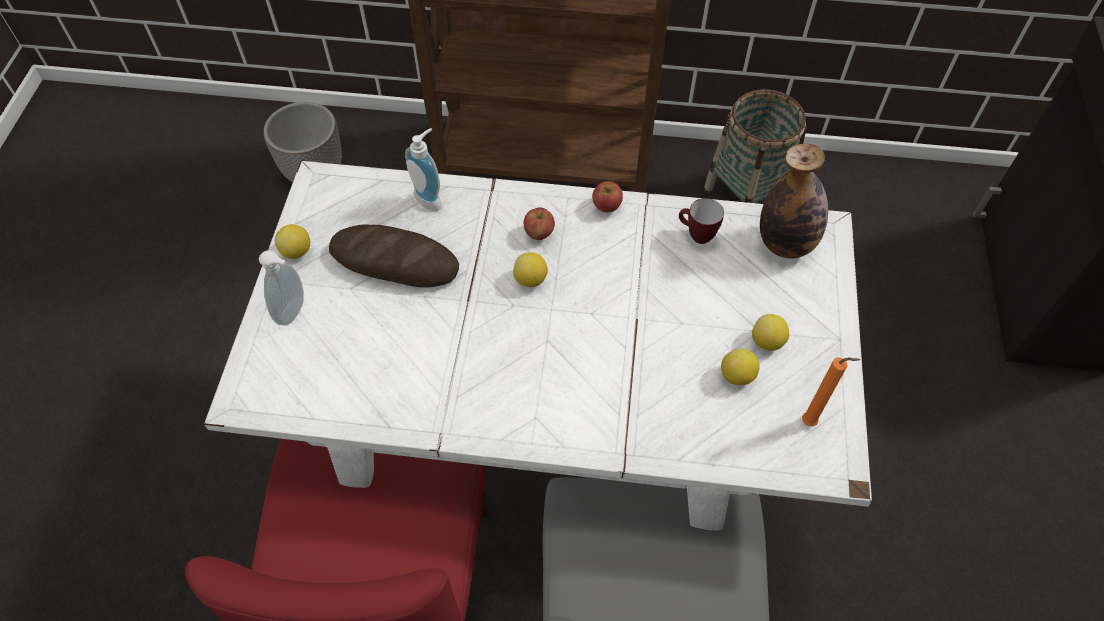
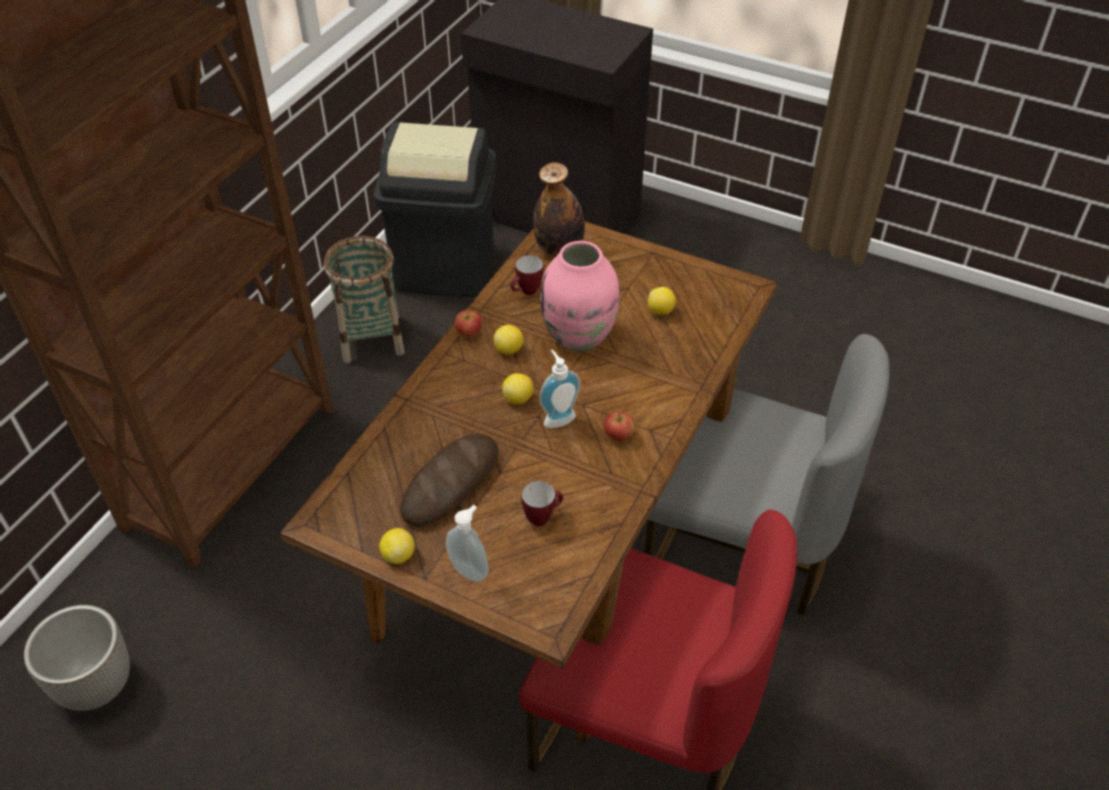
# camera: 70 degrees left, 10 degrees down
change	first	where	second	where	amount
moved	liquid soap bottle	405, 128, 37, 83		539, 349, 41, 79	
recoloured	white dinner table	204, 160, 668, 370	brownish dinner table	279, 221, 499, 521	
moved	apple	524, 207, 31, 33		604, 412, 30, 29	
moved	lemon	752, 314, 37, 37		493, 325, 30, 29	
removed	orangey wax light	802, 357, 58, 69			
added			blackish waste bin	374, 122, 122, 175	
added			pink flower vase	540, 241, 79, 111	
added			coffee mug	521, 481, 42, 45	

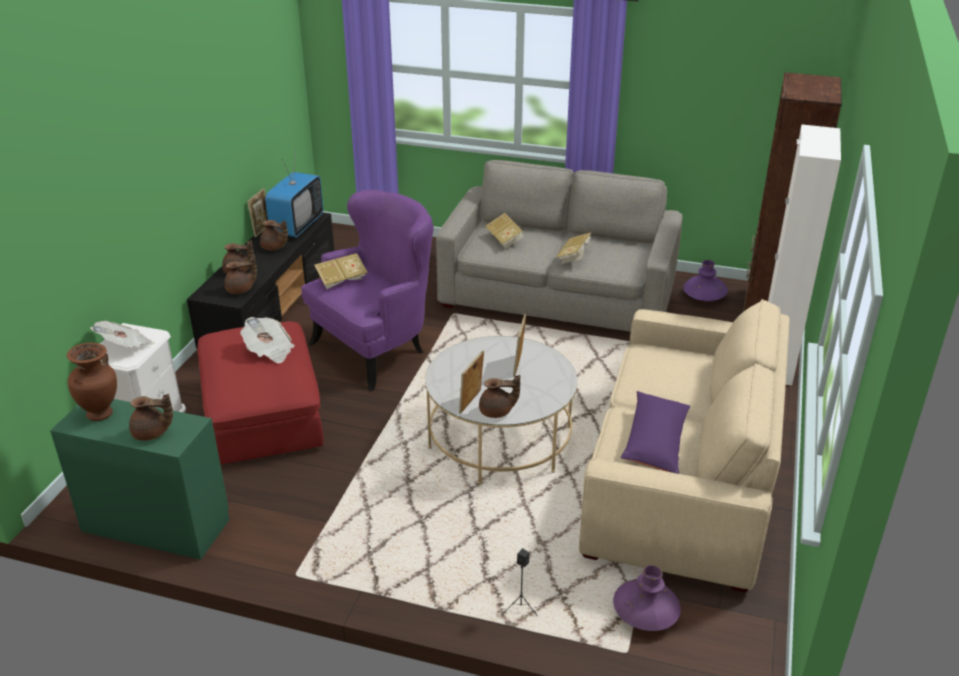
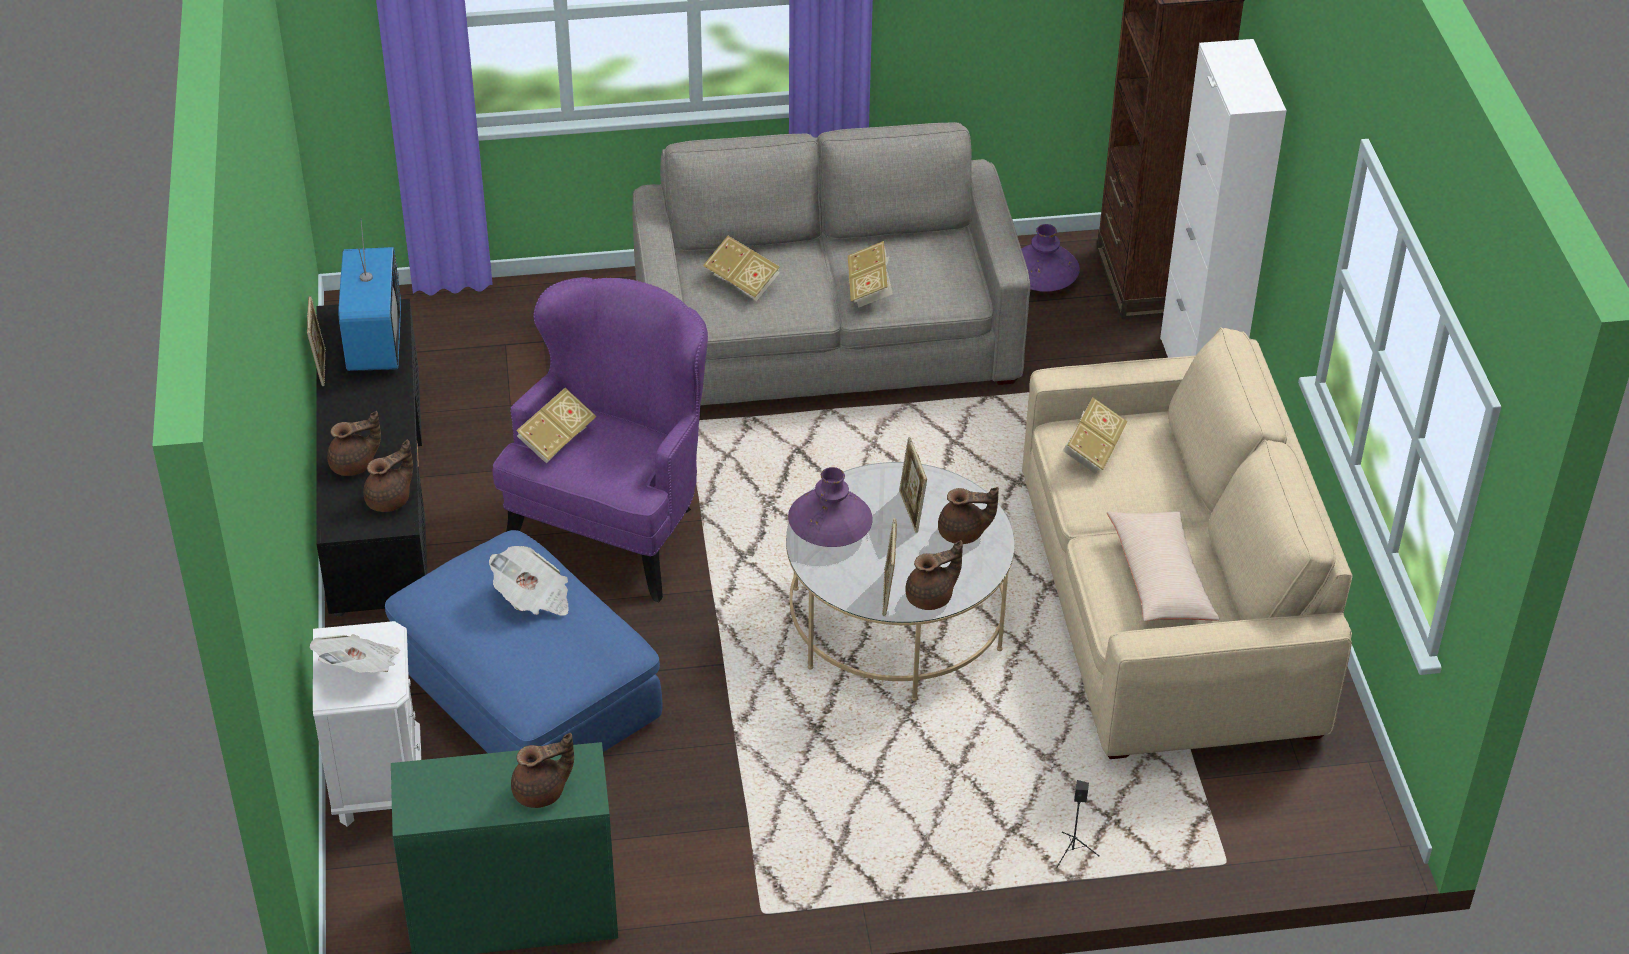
# camera: 25 degrees left, 10 degrees up
change	first	where	second	where	amount
moved	brownish tea pot	260, 220, 28, 30		938, 487, 61, 57	
recoloured	red-coloured ottoman	198, 321, 126, 144	blue-coloured ottoman	385, 530, 277, 223	
removed	brownish flower vase	67, 343, 50, 78			
recoloured	purplish cushion	621, 391, 69, 83	sand-coloured cushion	1107, 511, 113, 110	
moved	purplish flower vase	613, 565, 68, 66		788, 467, 85, 80	
added			book	1063, 397, 64, 77	

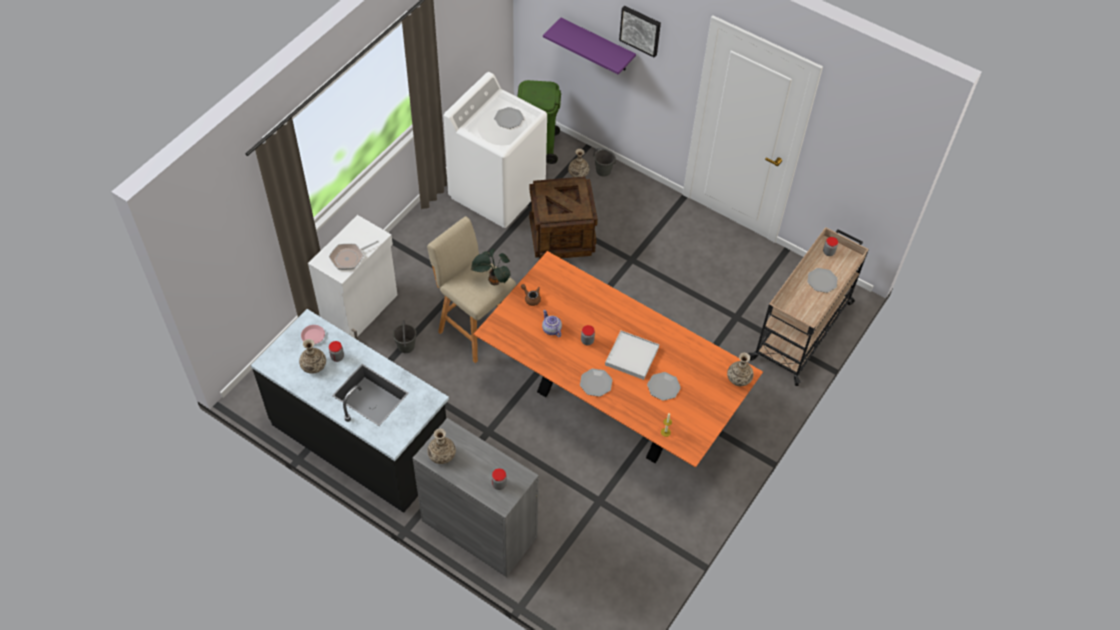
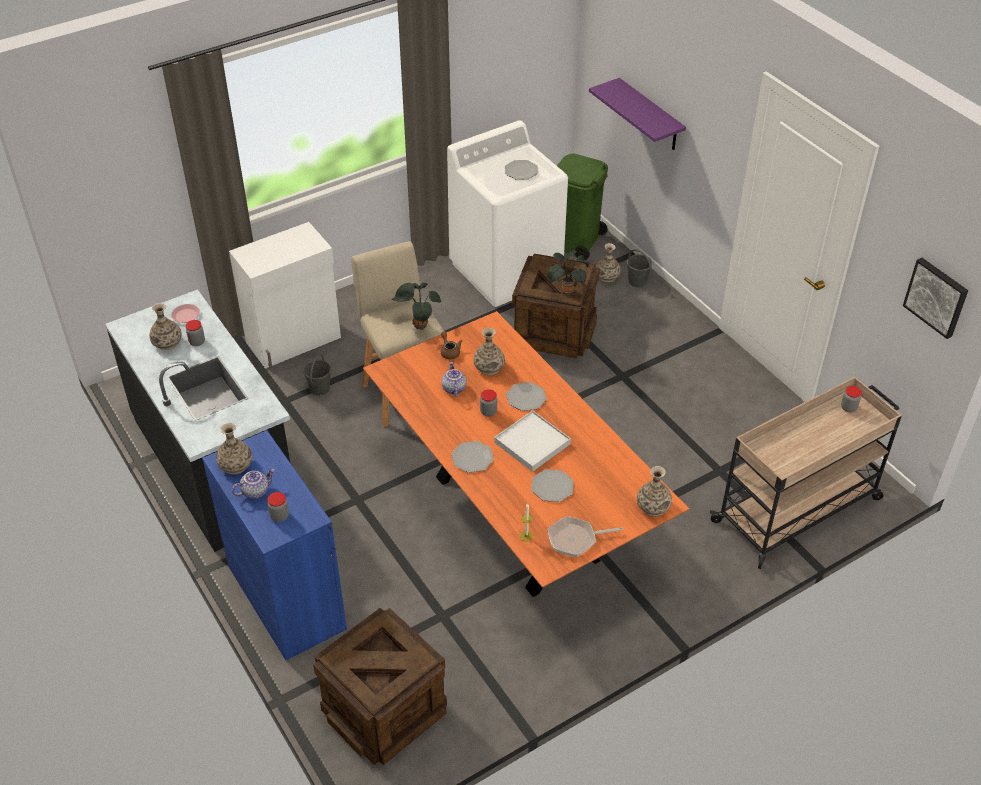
# camera: 25 degrees right, 10 degrees down
change	first	where	second	where	amount
moved	wall picture	619, 6, 42, 51		903, 258, 65, 81	
moved	frying pan	329, 241, 50, 29		548, 516, 75, 41	
moved	flat dish	807, 268, 31, 25		506, 382, 41, 29	
recoloured	gray storage cabinet	413, 418, 126, 159	blue-coloured storage cabinet	202, 430, 145, 230	
added			houseplant	547, 250, 42, 45	
added			flower vase	473, 328, 32, 47	
added			tea pot	232, 469, 43, 30	
added			crate	313, 608, 134, 157	

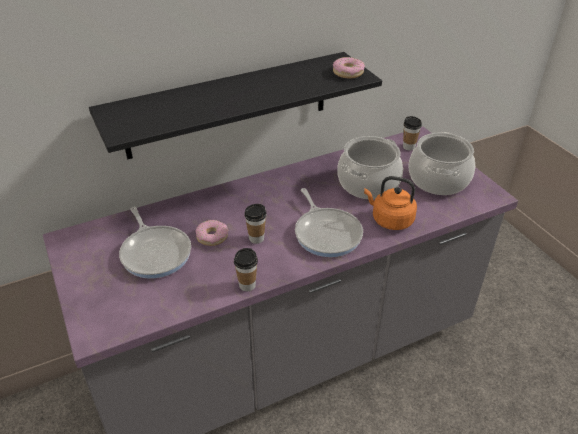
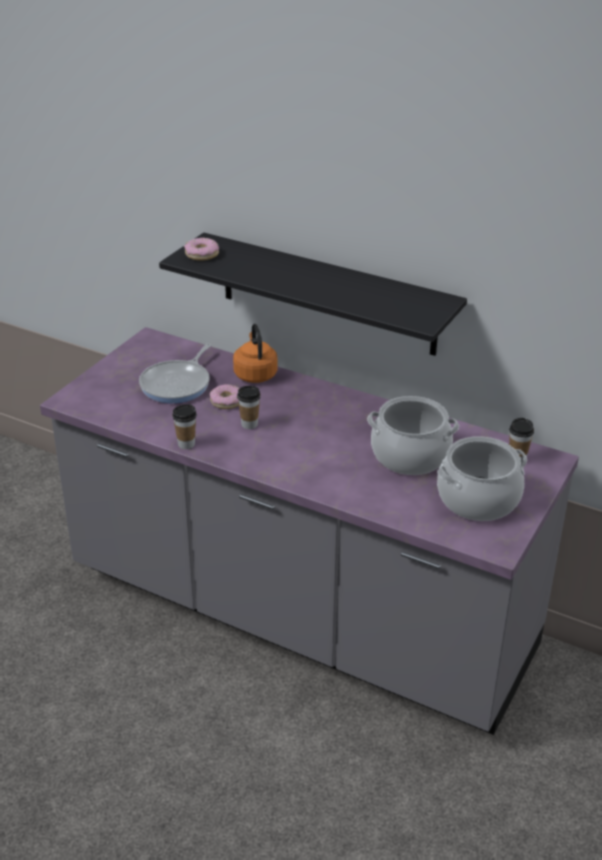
# camera: 55 degrees right, 5 degrees down
change	first	where	second	where	amount
moved	ring doughnut	333, 57, 32, 21		184, 237, 35, 24	
moved	orangey kettle	364, 176, 53, 54		233, 324, 45, 59	
removed	frying pan	295, 188, 68, 69			

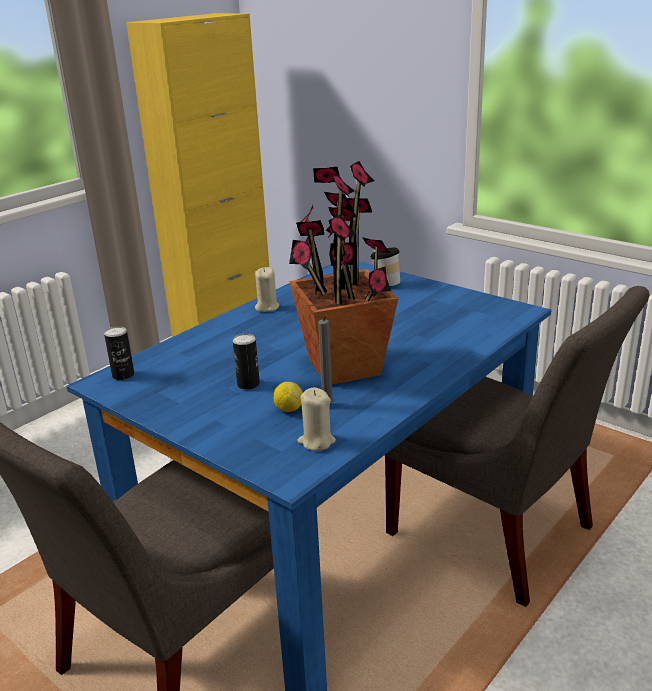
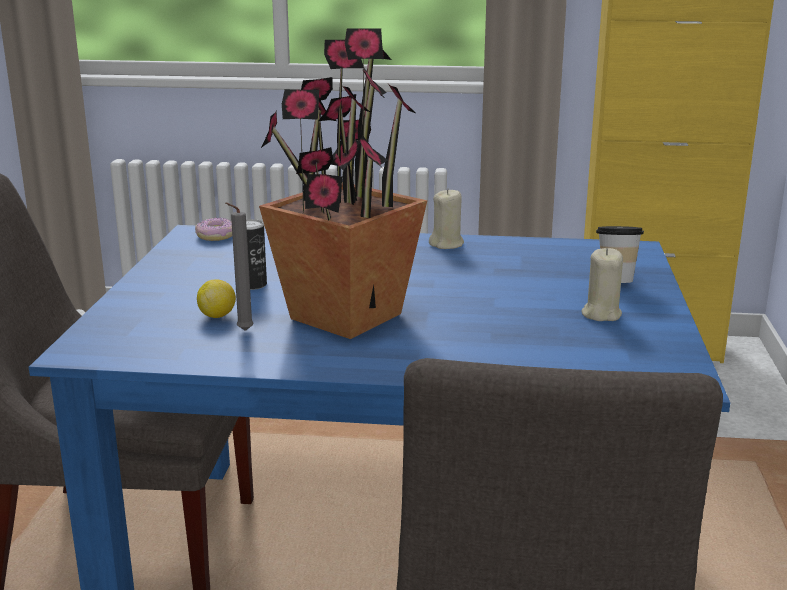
# camera: 55 degrees right, 5 degrees down
change	first	where	second	where	amount
replaced	sealed can	104, 326, 30, 54	ring doughnut	195, 217, 37, 24	
moved	sand-coloured wax light	297, 387, 39, 64		581, 248, 42, 73	

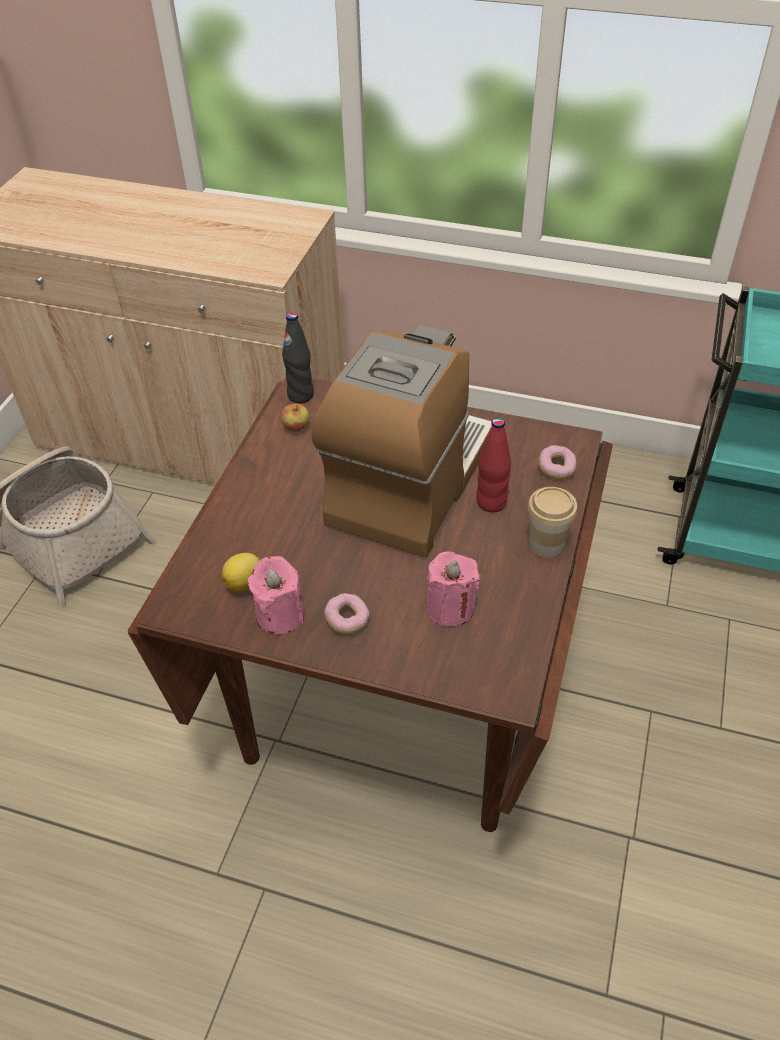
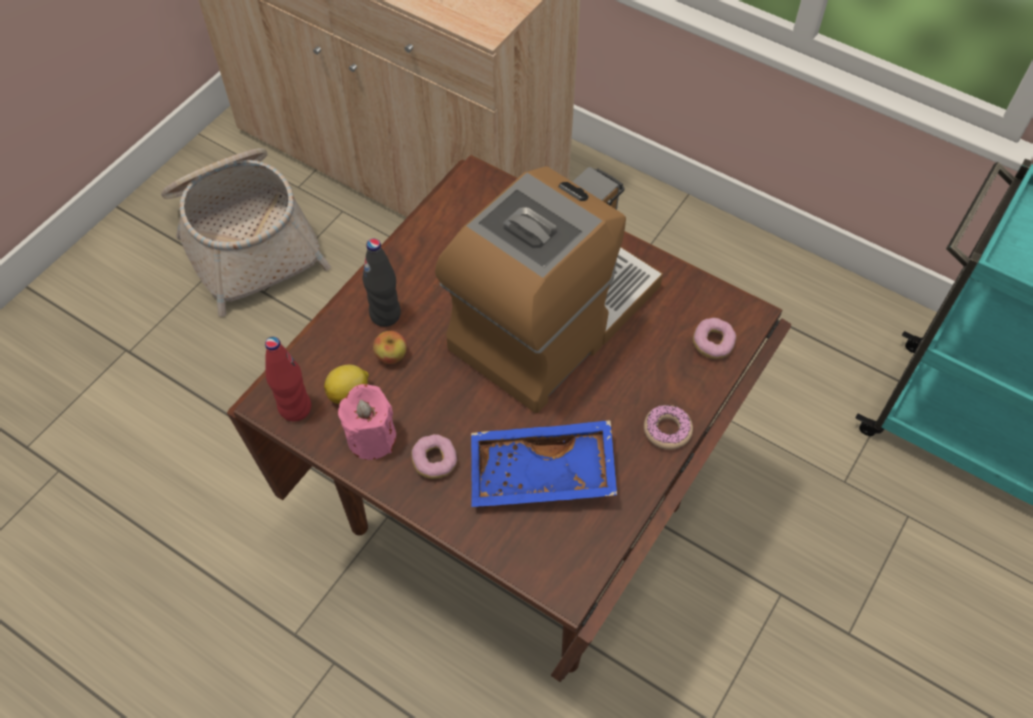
# camera: 15 degrees right, 10 degrees up
change	first	where	second	where	amount
moved	blackish beverage bottle	282, 312, 32, 91		362, 239, 39, 88	
moved	apple	281, 403, 28, 29		373, 331, 34, 33	
moved	red-coloured beverage bottle	476, 418, 35, 94		265, 337, 46, 84	
replaced	small cup	528, 487, 50, 71	ring doughnut	644, 405, 49, 45	
replaced	pink wax light	427, 551, 53, 76	blue-coloured serving tray	471, 420, 146, 87	

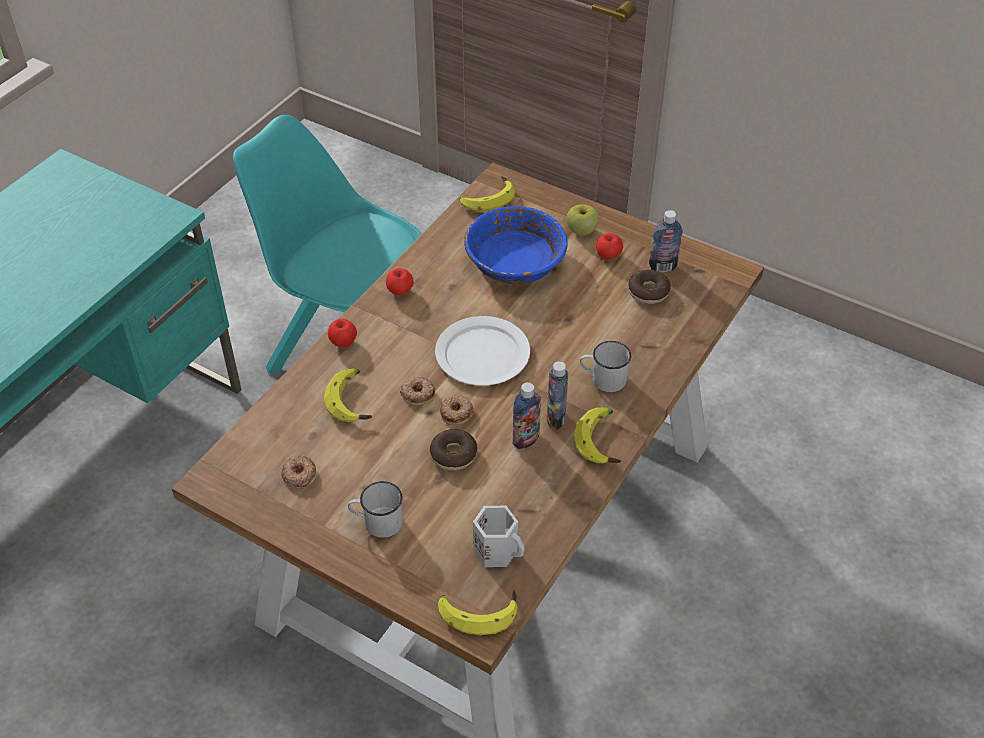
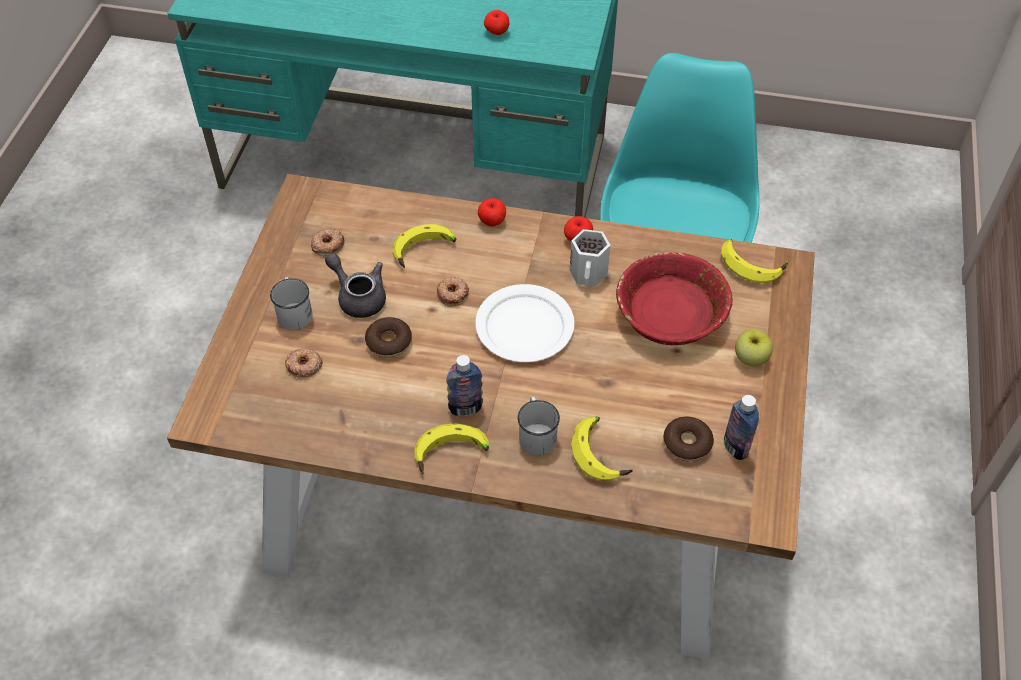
# camera: 70 degrees right, 5 degrees up
change	first	where	second	where	amount
recoloured	blue-coloured serving bowl	464, 206, 104, 78	red-coloured serving bowl	616, 252, 117, 93	
moved	apple	596, 233, 27, 27		484, 10, 25, 25	
removed	beverage bottle	513, 382, 28, 67			
moved	ring doughnut	440, 395, 33, 30		285, 348, 38, 30	
moved	white coffee mug	473, 506, 52, 61		570, 229, 41, 57	
moved	banana fruit	438, 589, 80, 46		571, 417, 62, 64	
added			gray tea pot	325, 253, 61, 65	

